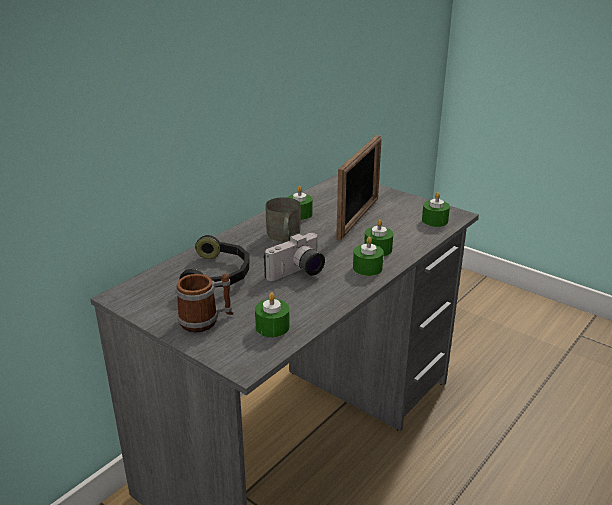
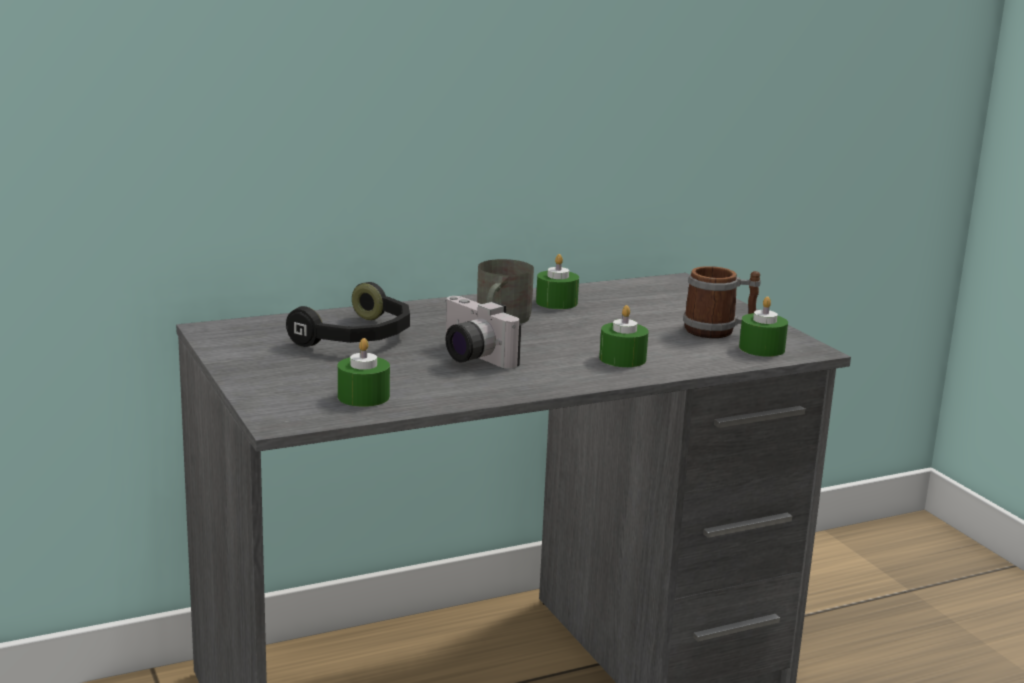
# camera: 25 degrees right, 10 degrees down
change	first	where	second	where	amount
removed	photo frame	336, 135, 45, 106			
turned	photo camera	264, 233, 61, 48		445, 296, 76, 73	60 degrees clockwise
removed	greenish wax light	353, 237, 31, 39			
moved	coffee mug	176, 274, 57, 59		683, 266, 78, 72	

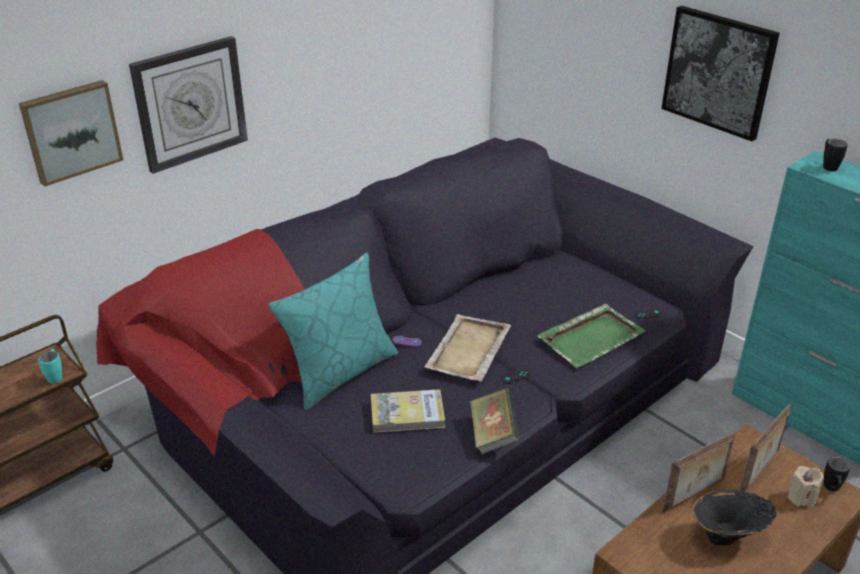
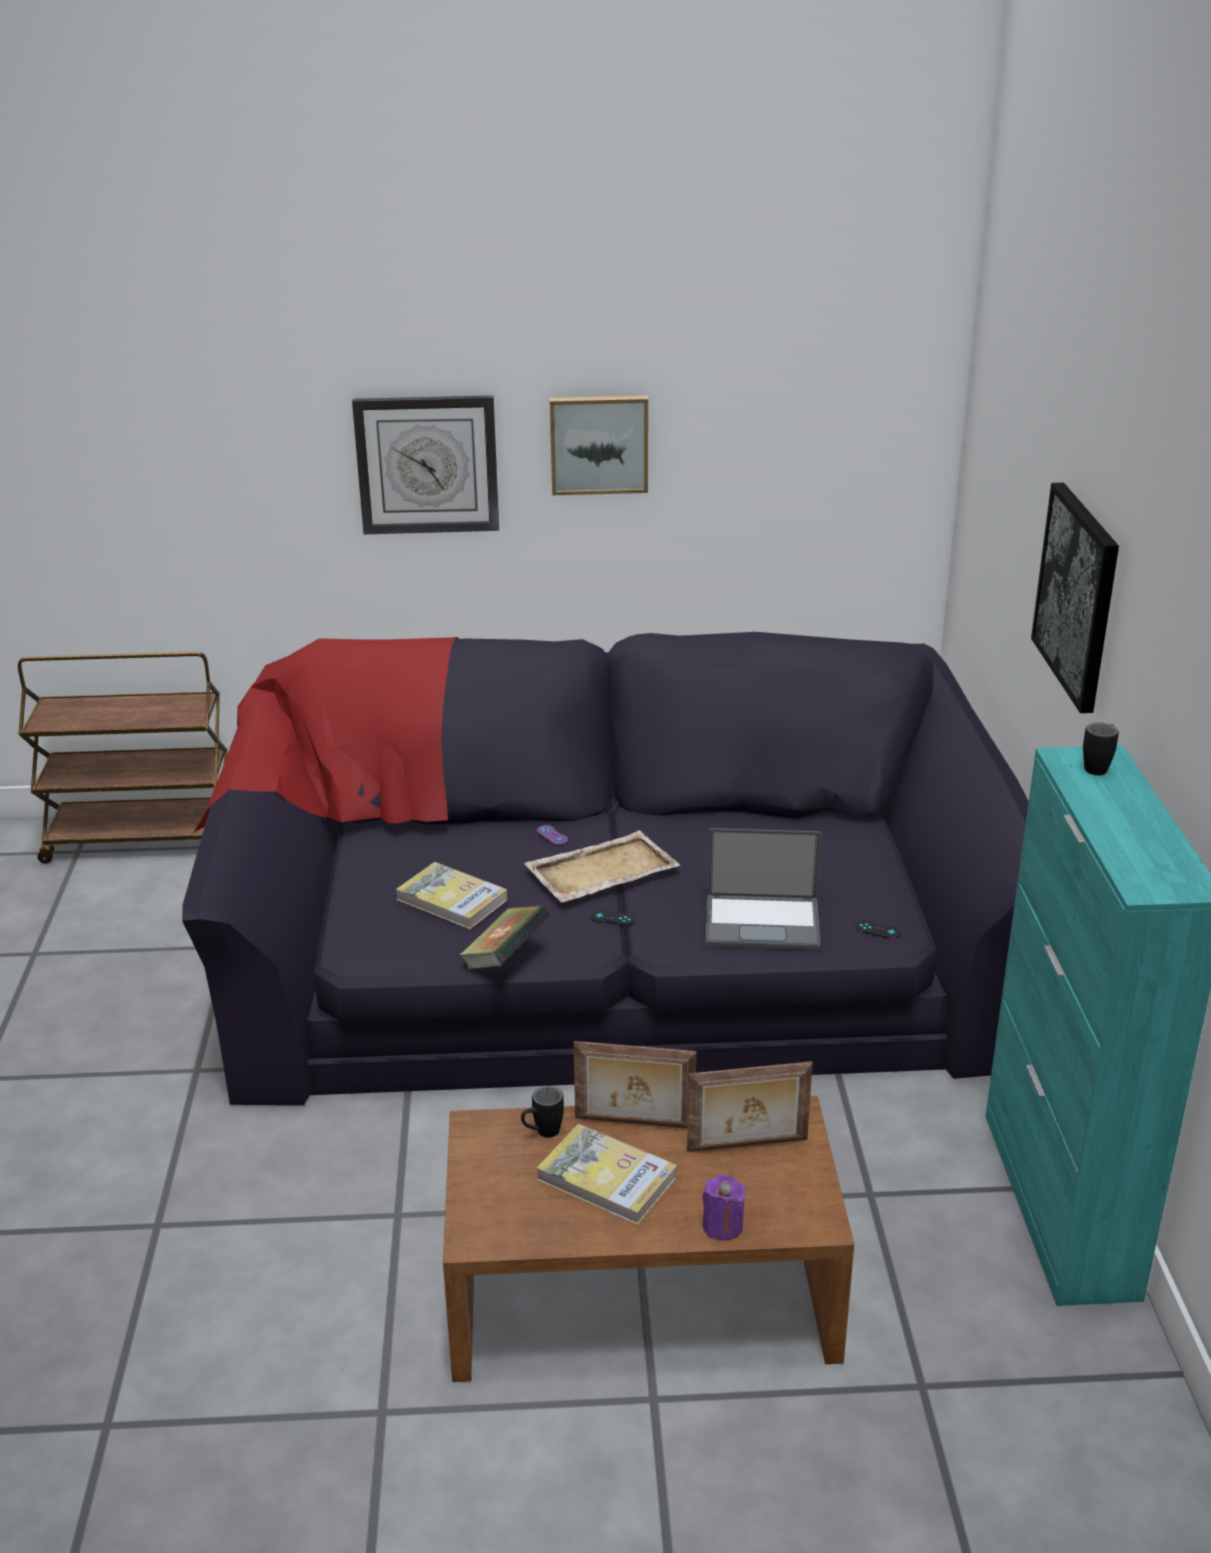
# camera: 40 degrees right, 5 degrees down
change	first	where	second	where	amount
moved	wall picture	19, 80, 104, 107		550, 396, 98, 99	
removed	turquoise cushion	269, 252, 129, 158			
replaced	greenish serving tray	537, 304, 108, 64	notebook computer	706, 828, 115, 122	
removed	turquoise coffee mug	38, 349, 24, 34			
moved	blackish coffee mug	824, 457, 26, 34		521, 1086, 43, 52	
removed	sand-coloured wax light	788, 466, 36, 42			
replaced	blackish flower vase	693, 489, 84, 57	book	536, 1124, 141, 101	
added			purplish wax light	702, 1174, 44, 66	

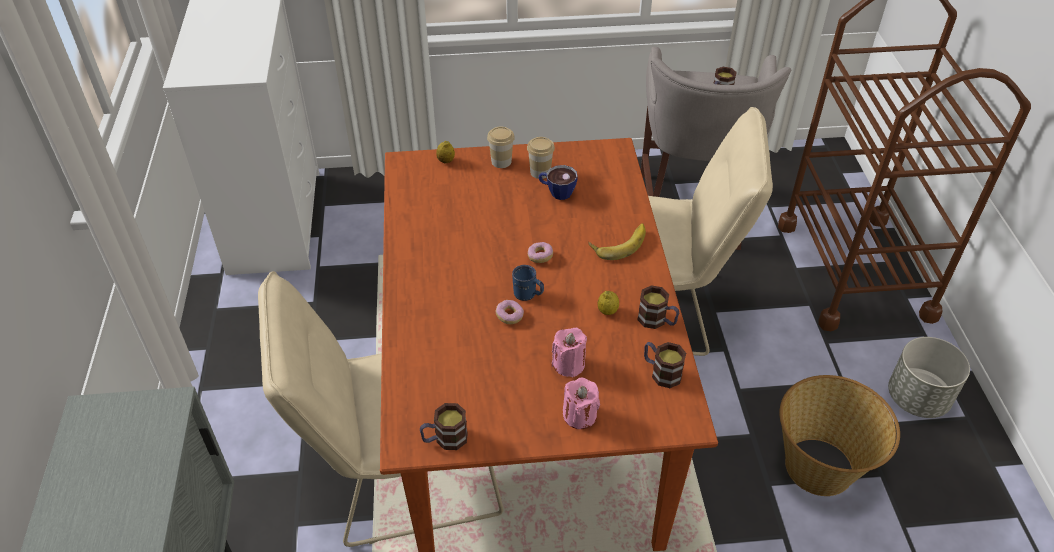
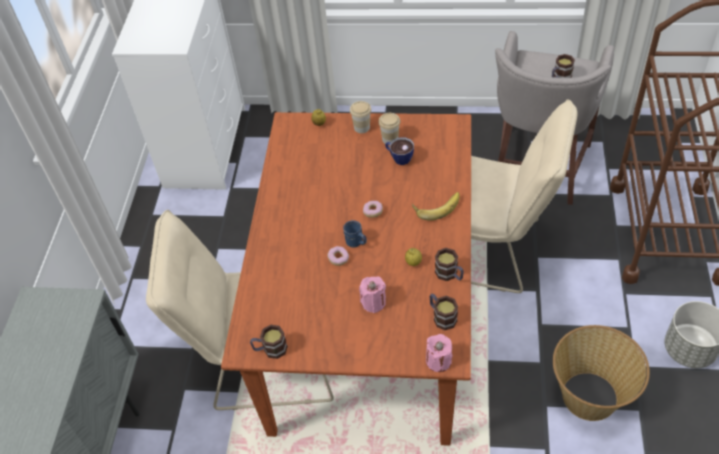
# camera: 15 degrees right, 5 degrees up
change	first	where	second	where	amount
moved	pink wax light	563, 378, 37, 51		426, 334, 27, 38	

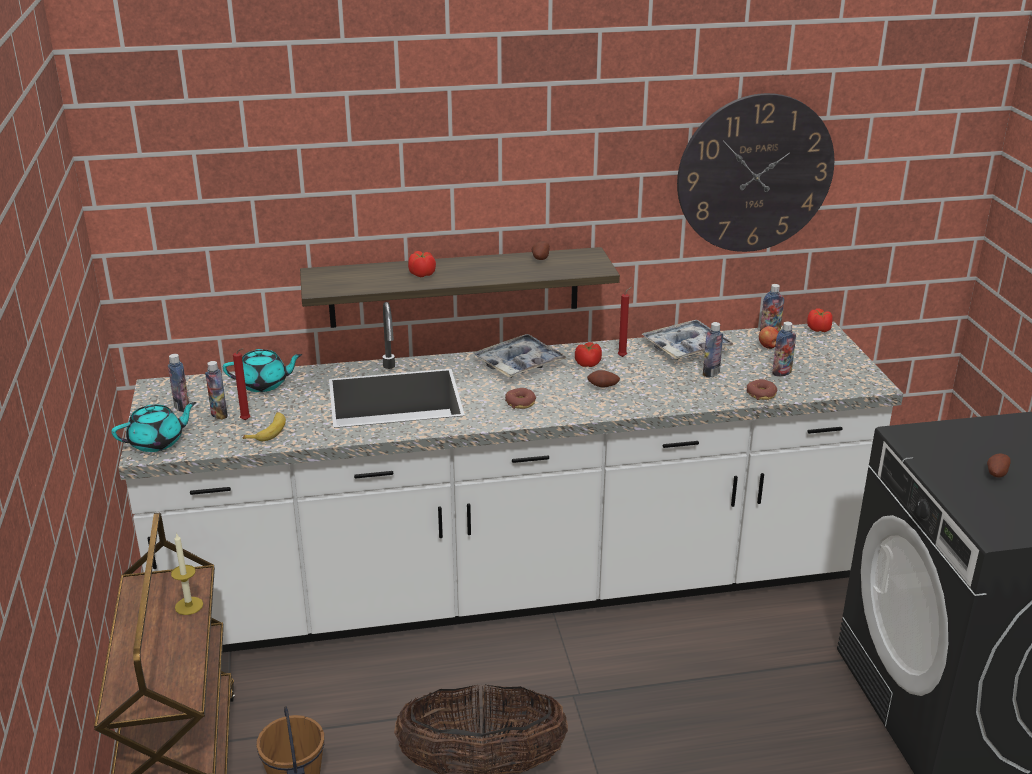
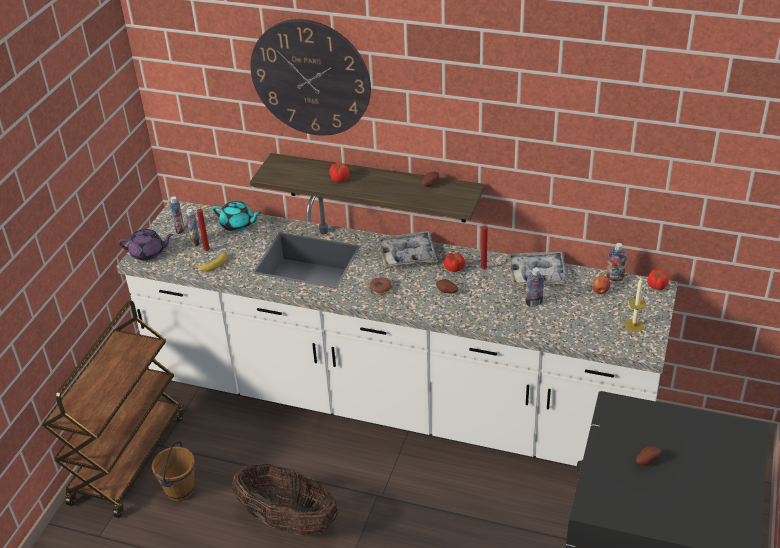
# camera: 30 degrees right, 10 degrees up
change	first	where	second	where	amount
moved	clock on the wall	677, 93, 157, 159		250, 19, 121, 117	
removed	beverage bottle	772, 322, 24, 54			
removed	ring doughnut	747, 379, 30, 21			
recoloured	turquoise tea pot	111, 402, 85, 50	purplish tea pot	118, 229, 56, 32	
moved	wax light	171, 533, 32, 82		625, 279, 21, 53	

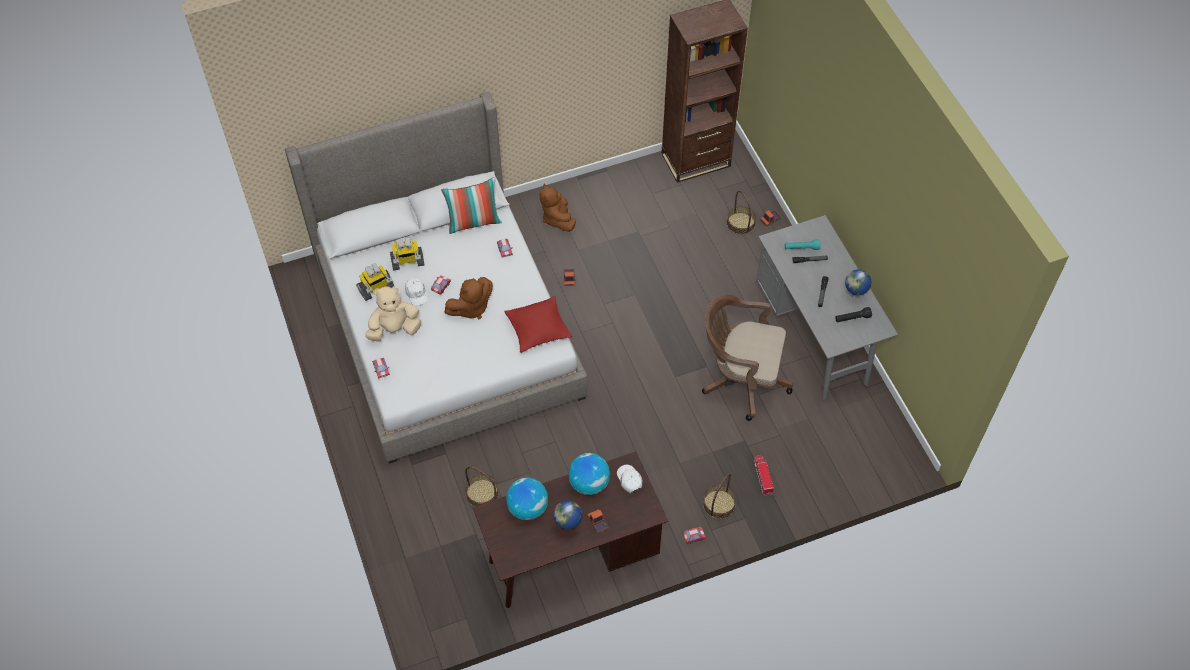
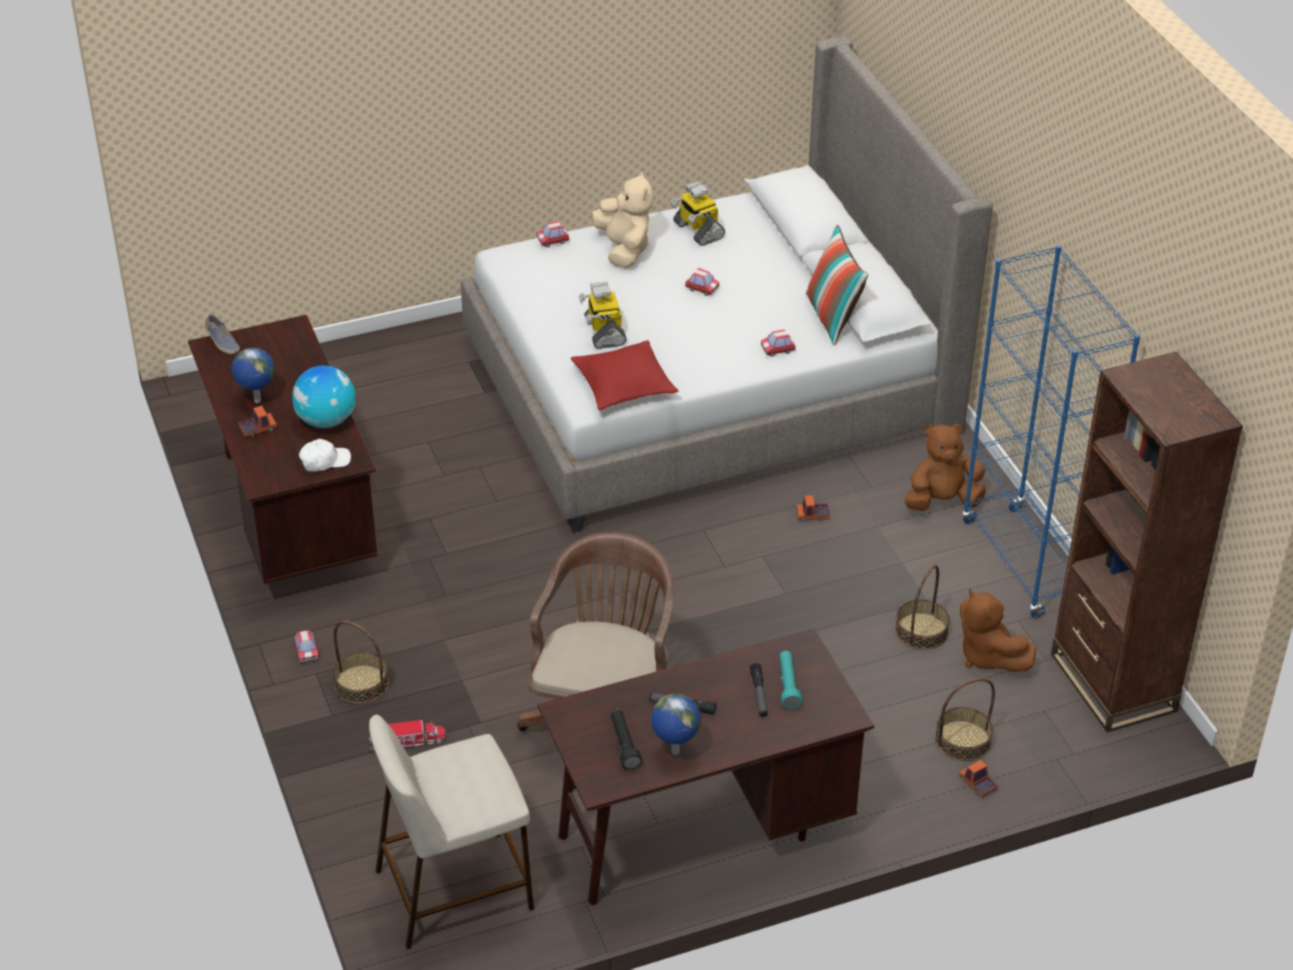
# camera: 90 degrees right, 15 degrees down
change	first	where	second	where	amount
recoloured	gray desk table	756, 215, 142, 185	brownish desk table	537, 628, 337, 277	
moved	toy robot	390, 237, 35, 34		579, 281, 47, 68	
moved	brownish soft toy	445, 277, 48, 42		960, 589, 76, 83	
removed	white baseball cap	405, 278, 24, 28			
moved	household basket	465, 466, 34, 41		895, 565, 55, 85	
removed	globe	506, 478, 42, 42			
added			blue-coloured bookshelf	962, 245, 178, 373	
added			item of footwear	205, 314, 35, 40	
added			sand-coloured stool	369, 714, 165, 235	

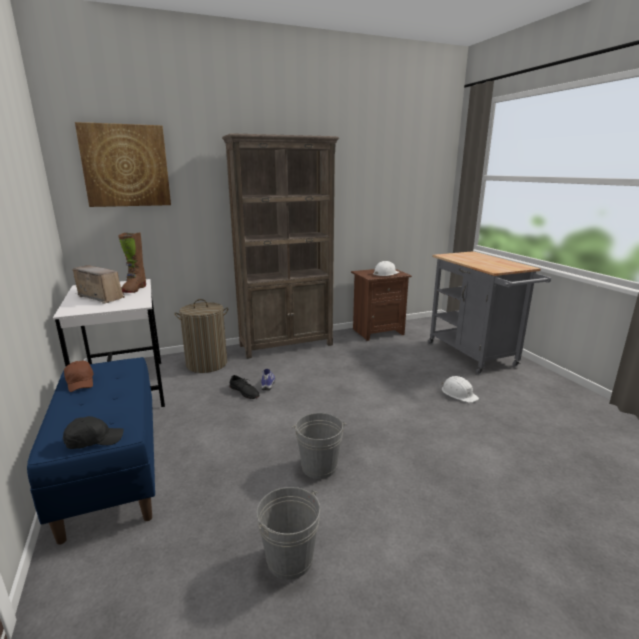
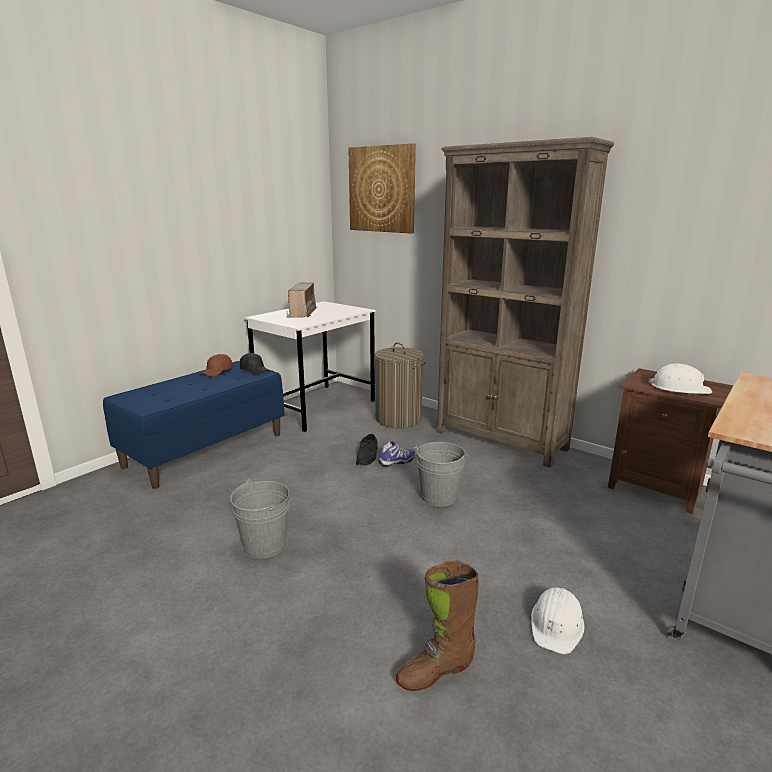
# camera: 60 degrees right, 0 degrees up
change	first	where	second	where	amount
moved	brownish boot	118, 233, 28, 60		396, 560, 83, 131	
moved	blackish baseball cap	63, 416, 61, 33		240, 353, 29, 22	
moved	gray pail	256, 487, 64, 93		413, 442, 55, 65	

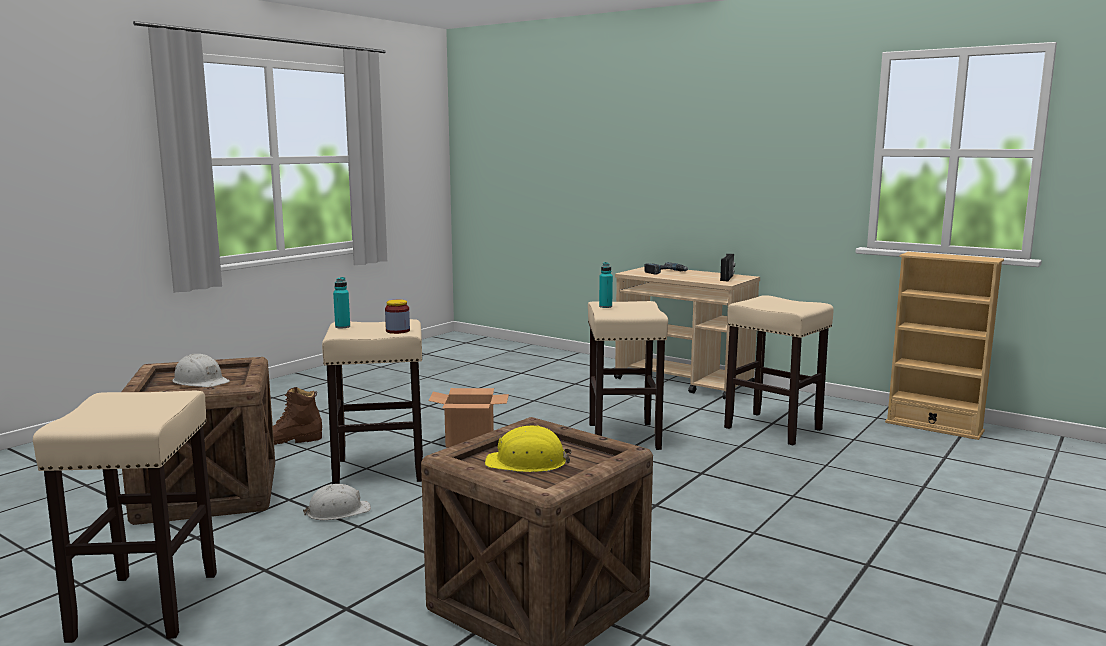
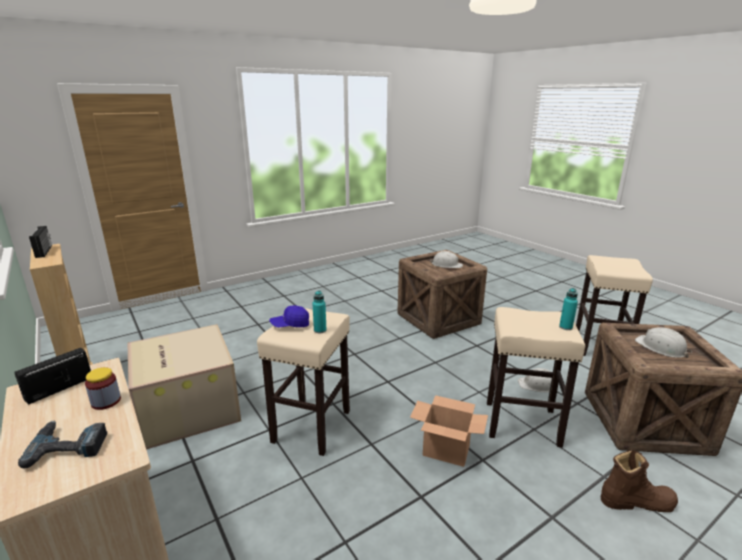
# camera: 160 degrees left, 10 degrees up
change	first	where	second	where	amount
replaced	sand-coloured stool	724, 295, 110, 150	cardboard box	127, 324, 114, 126	
moved	preserve jar	385, 300, 25, 34		85, 367, 36, 43	
recoloured	yellowish safety helmet	485, 425, 87, 47	white safety helmet	430, 251, 33, 17	
added			radio	29, 226, 23, 32	
added			blue-coloured baseball cap	269, 305, 40, 22	

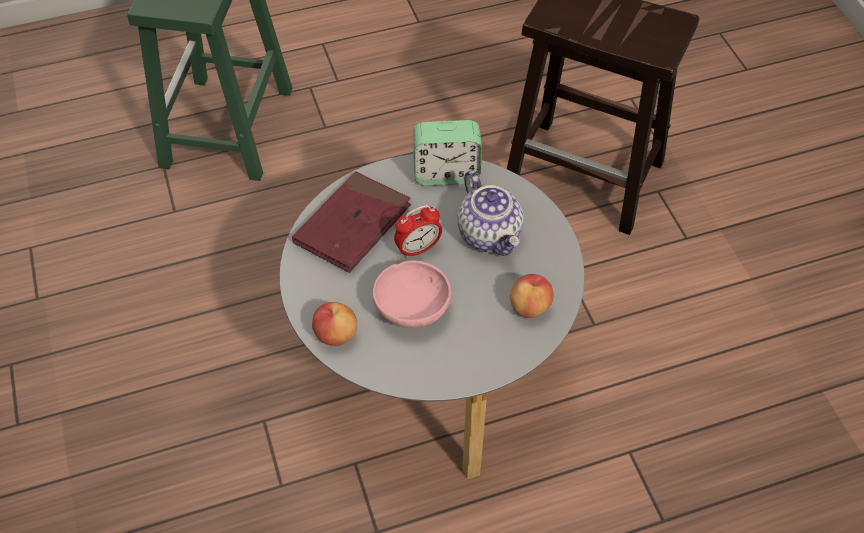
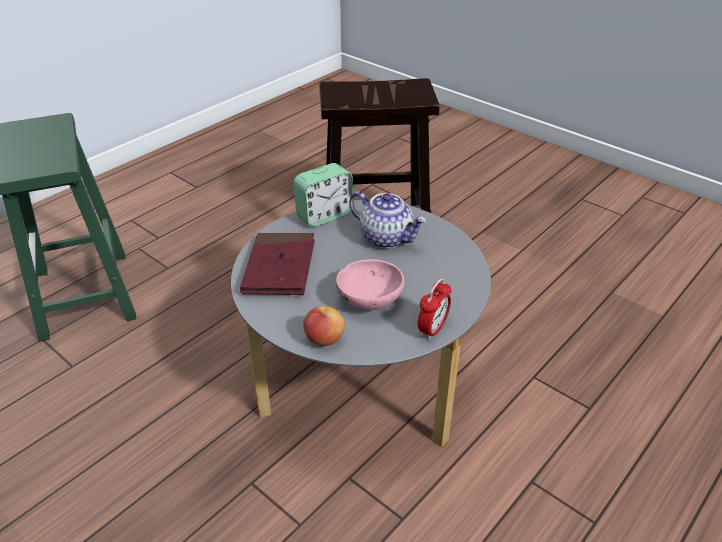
# camera: 30 degrees left, 15 degrees down
change	first	where	second	where	amount
moved	bedside clock	394, 205, 48, 53		418, 278, 33, 63	
removed	apple	510, 274, 44, 44			

